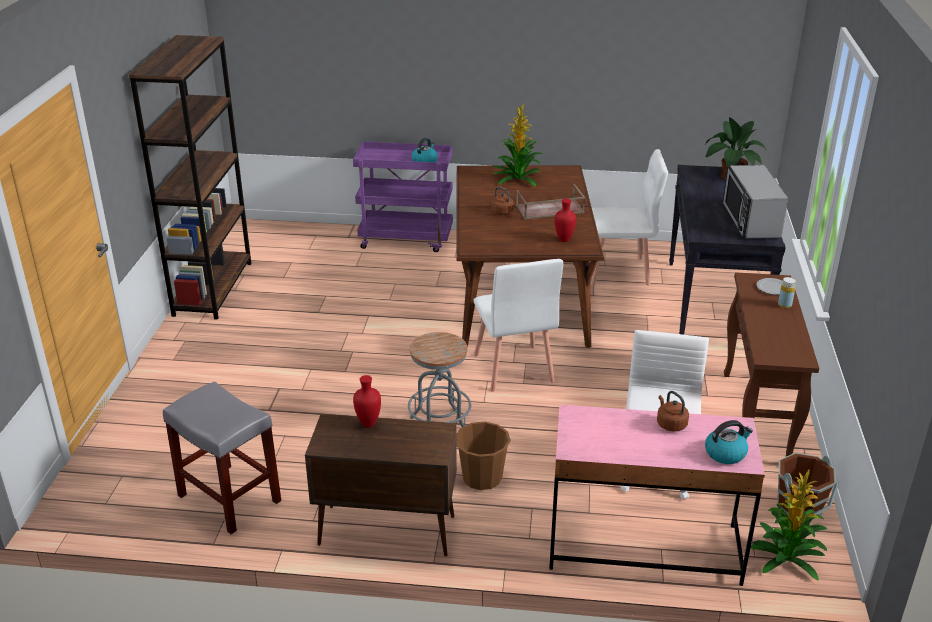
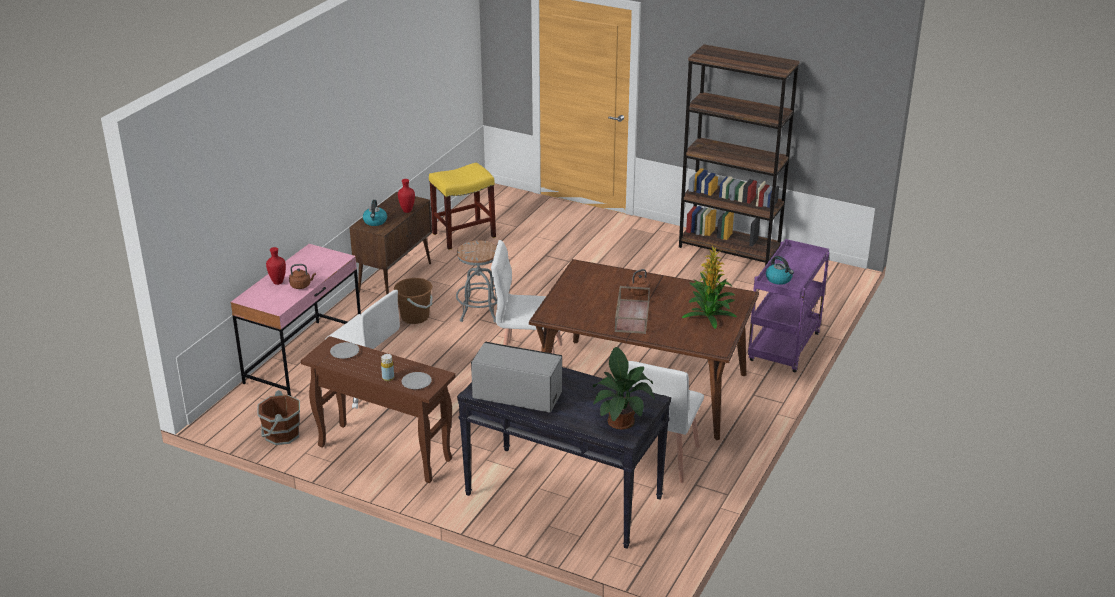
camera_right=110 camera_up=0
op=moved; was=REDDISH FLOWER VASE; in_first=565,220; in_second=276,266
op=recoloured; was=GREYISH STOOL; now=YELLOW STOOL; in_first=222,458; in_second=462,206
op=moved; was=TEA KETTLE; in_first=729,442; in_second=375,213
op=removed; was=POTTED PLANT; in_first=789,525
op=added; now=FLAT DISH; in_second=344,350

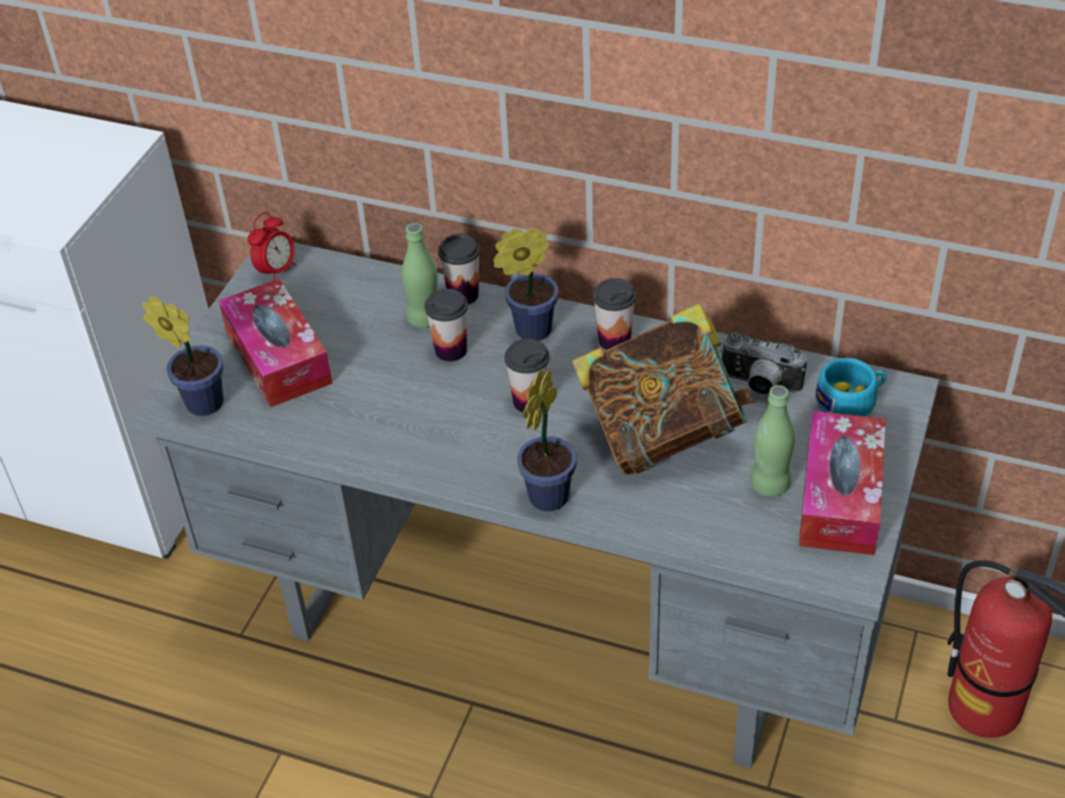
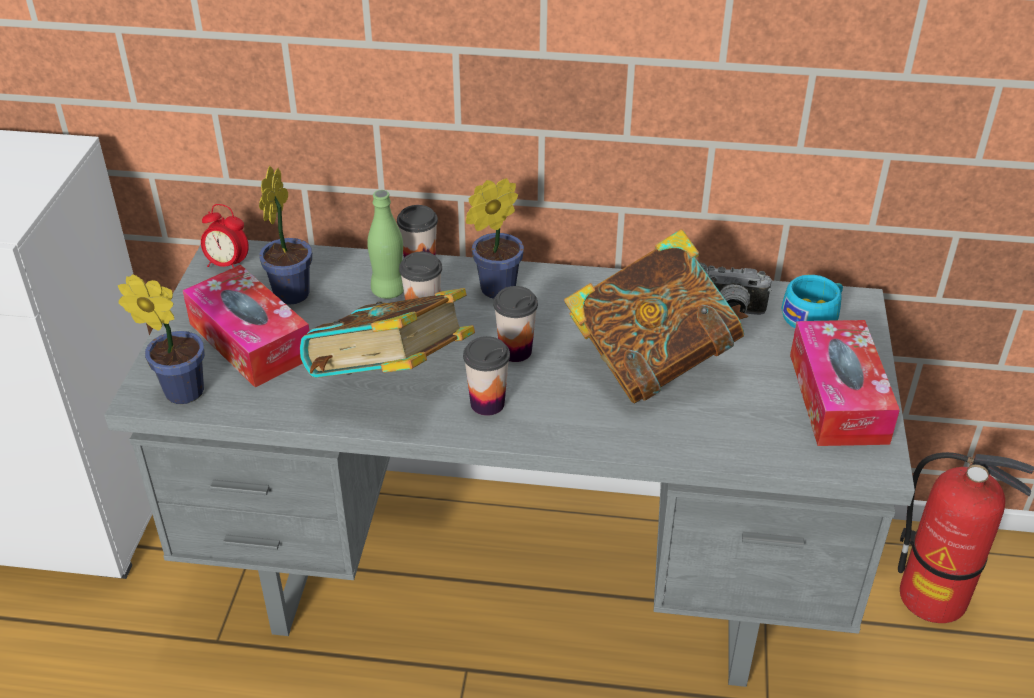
camera_right=-15 camera_up=-5
op=turned; was=BEDSIDE CLOCK; in_first=272,246; in_second=225,236; clockwise=90
op=moved; was=DRINKING CUP; in_first=614,314; in_second=486,376
op=moved; was=POTTED PLANT; in_first=547,440; in_second=285,235
op=removed; was=GREEN-COLOURED DRINK BOTTLE; in_first=772,440
op=added; now=BOOK; in_second=387,333

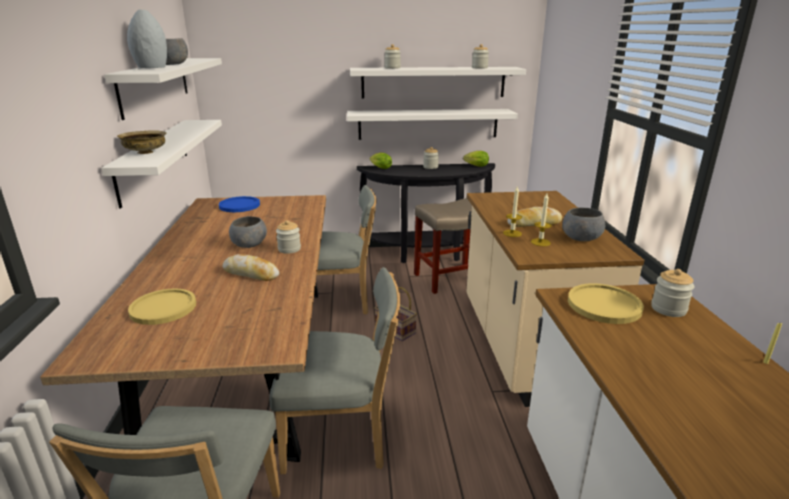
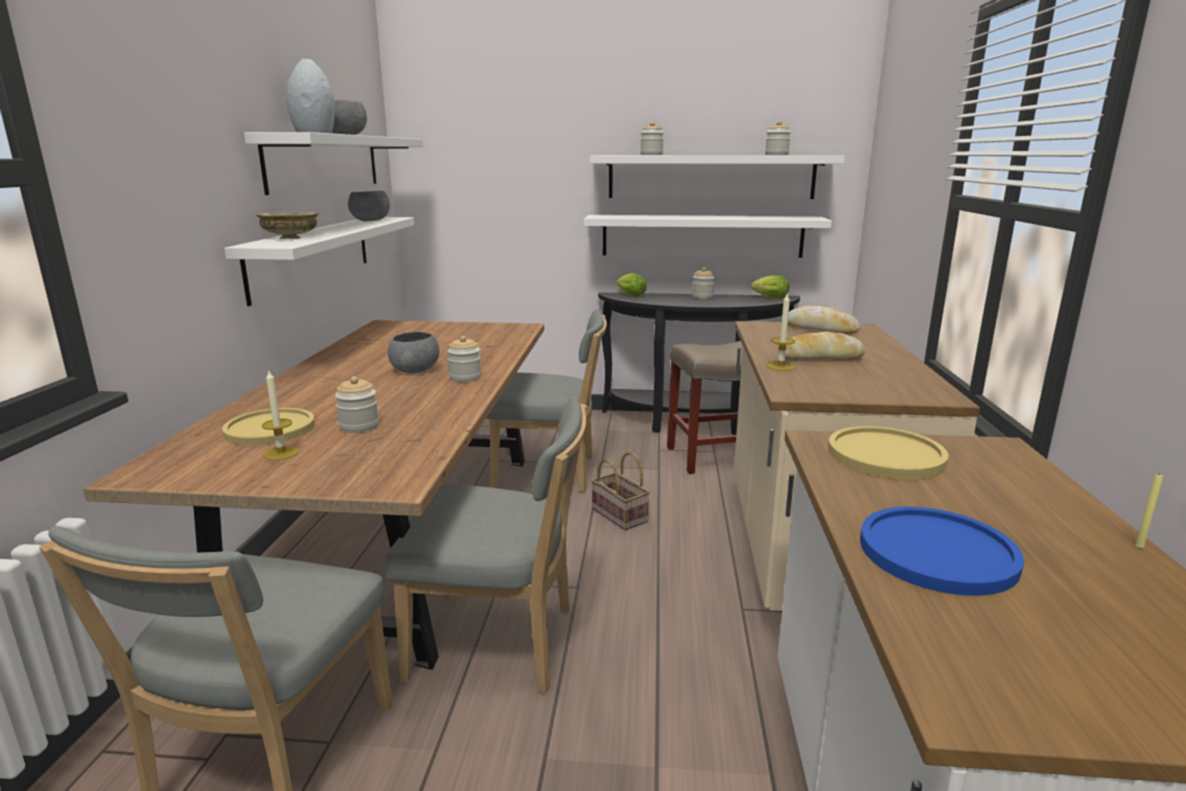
camera_right=10 camera_up=-5
op=moved; was=WAX LIGHT; in_first=541,220; in_second=280,415
op=moved; was=BLUISH FLAT DISH; in_first=239,204; in_second=942,551
op=moved; was=GREYISH DEEP DISH; in_first=583,224; in_second=369,206
op=moved; was=BAKED BREAD; in_first=251,267; in_second=824,320
op=moved; was=JAR; in_first=672,293; in_second=357,404

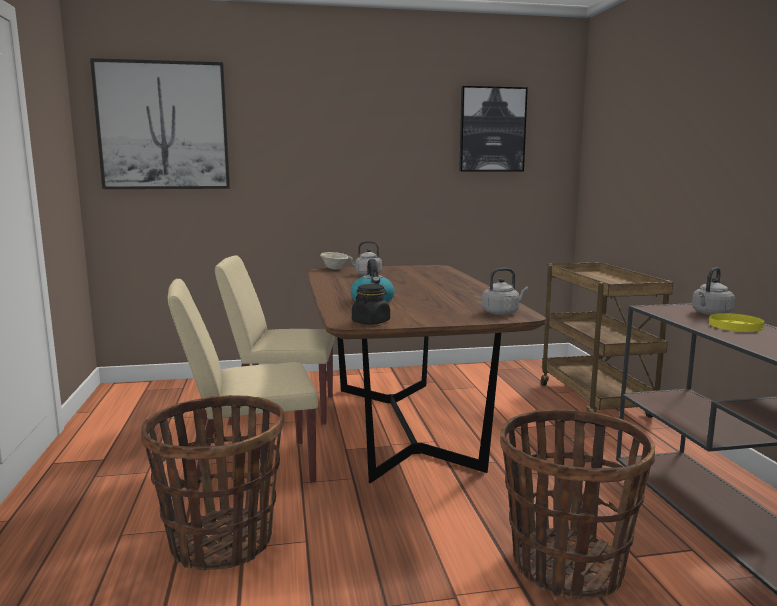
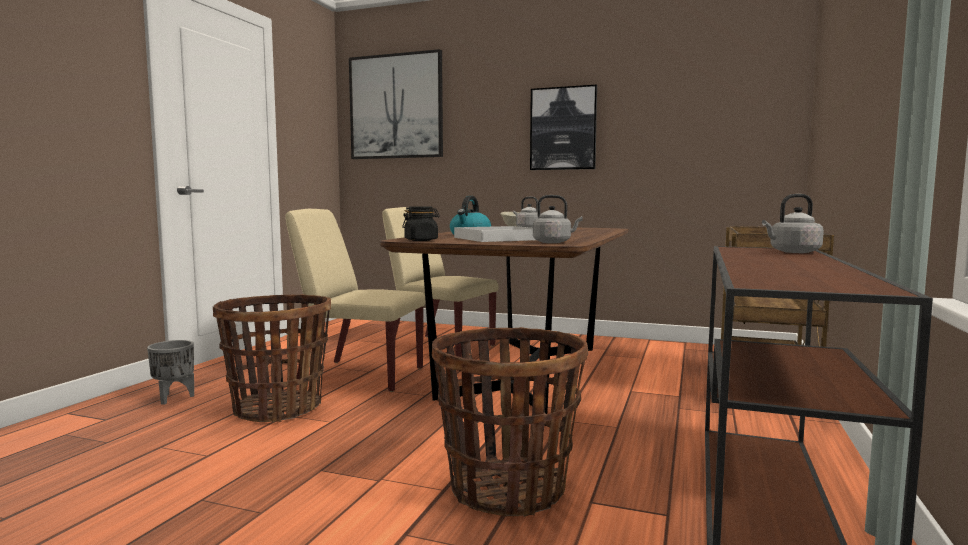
camera_right=30 camera_up=-5
op=moved; was=WALL ART; in_first=493,129; in_second=563,127
op=removed; was=YELLOW FLAT DISH; in_first=736,322
op=added; now=WHITE-COLOURED CARRYING TRAY; in_second=495,234
op=added; now=GREYISH FLOWER POT; in_second=170,372

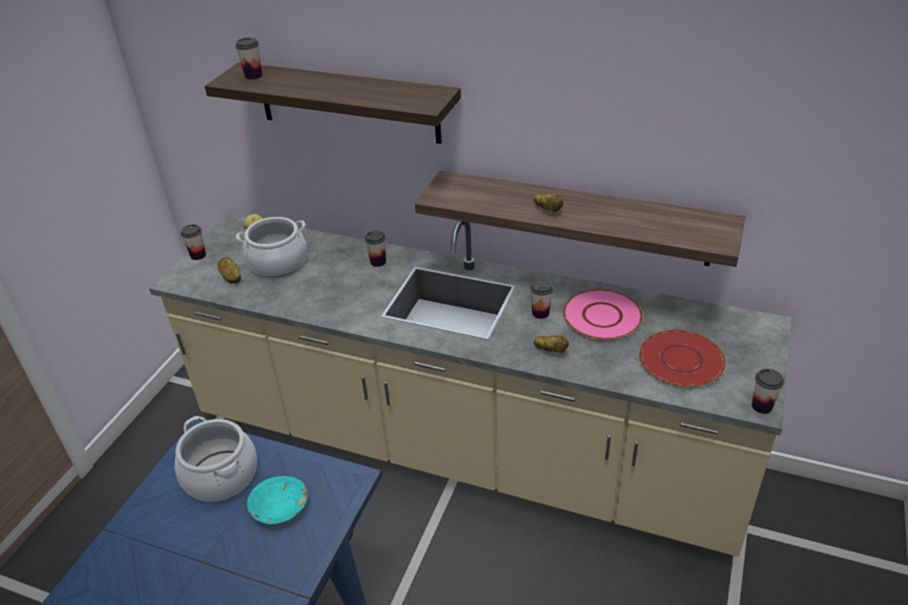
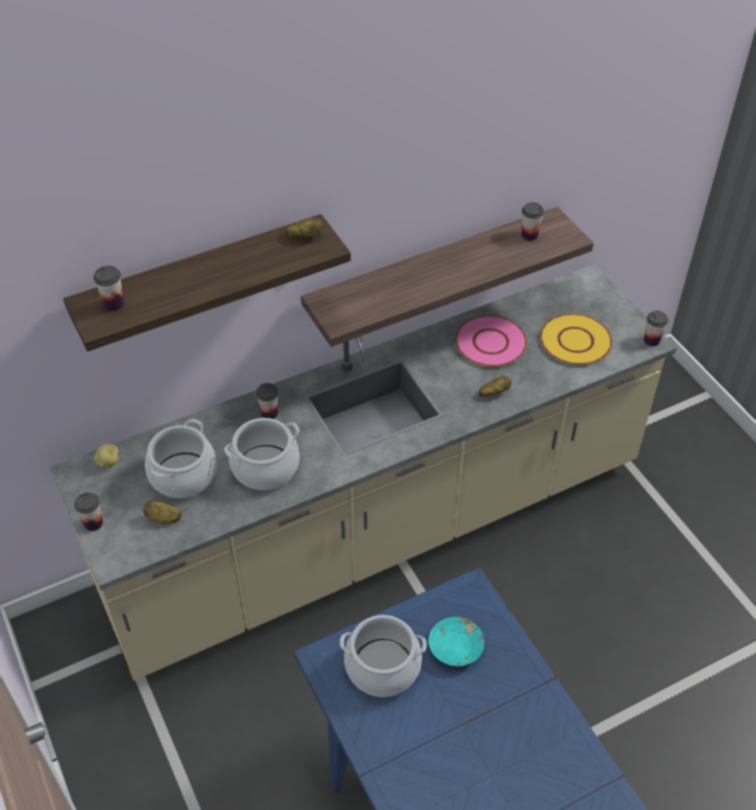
camera_right=-50 camera_up=10
op=moved; was=SPUD; in_first=548,202; in_second=304,227
op=moved; was=DRINKING CUP; in_first=541,299; in_second=533,221
op=recoloured; was=REDDISH FLAT DISH; now=YELLOW FLAT DISH; in_first=682,358; in_second=576,339
op=added; now=SAUCEPOT; in_second=262,454

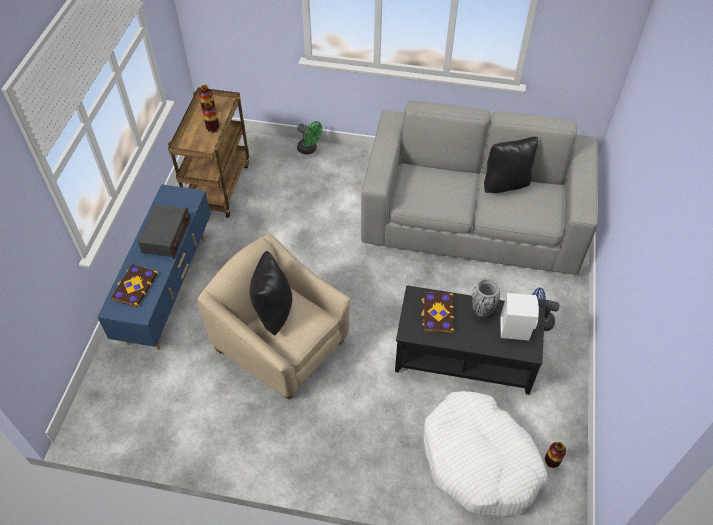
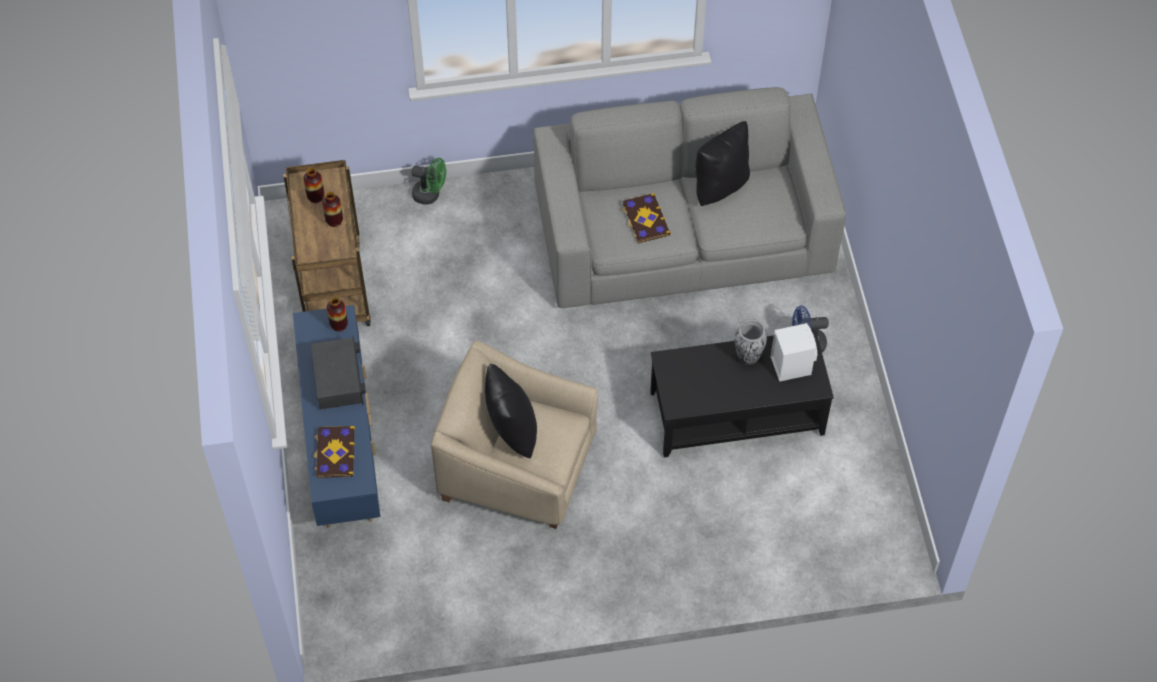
camera_right=-20 camera_up=5
op=moved; was=BOOK; in_first=437,312; in_second=646,218
op=removed; was=WHITE-COLOURED PET BED; in_first=485,453
op=moved; was=FLOWER VASE; in_first=555,455; in_second=337,314

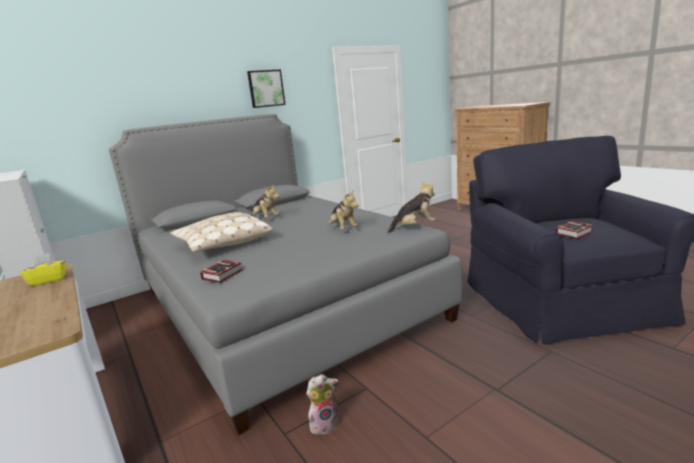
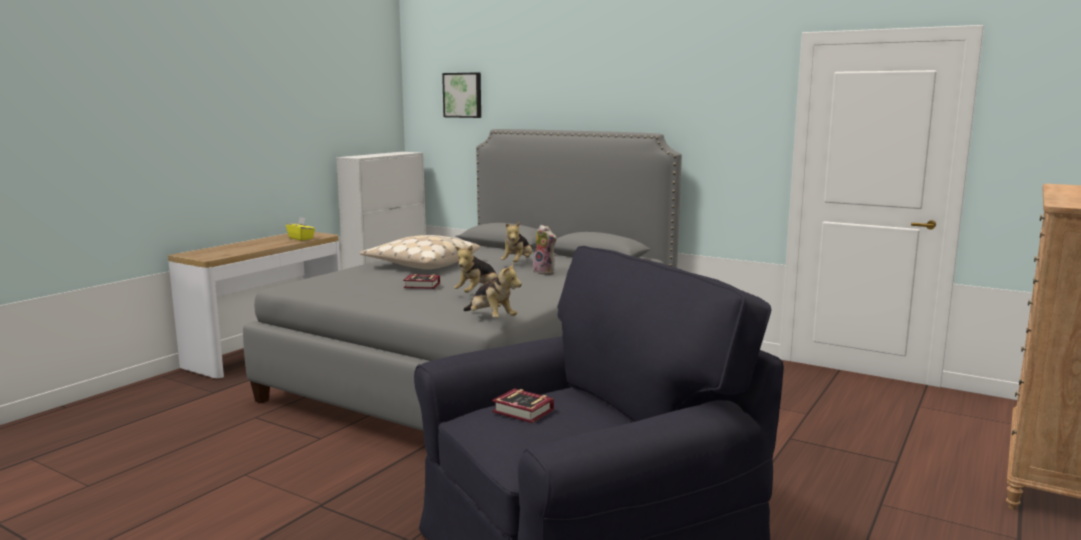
camera_right=65 camera_up=-5
op=moved; was=WALL ART; in_first=266,88; in_second=461,95
op=moved; was=BOOK; in_first=221,271; in_second=421,281
op=moved; was=CUDDLY TOY; in_first=322,405; in_second=545,250

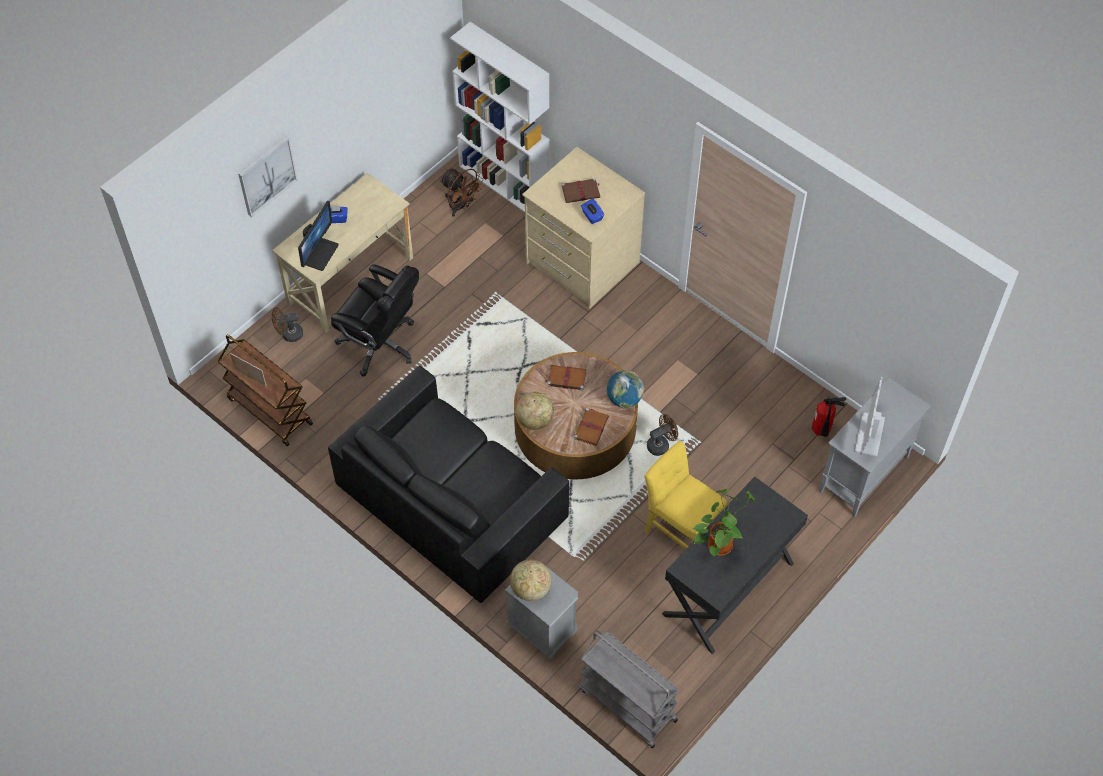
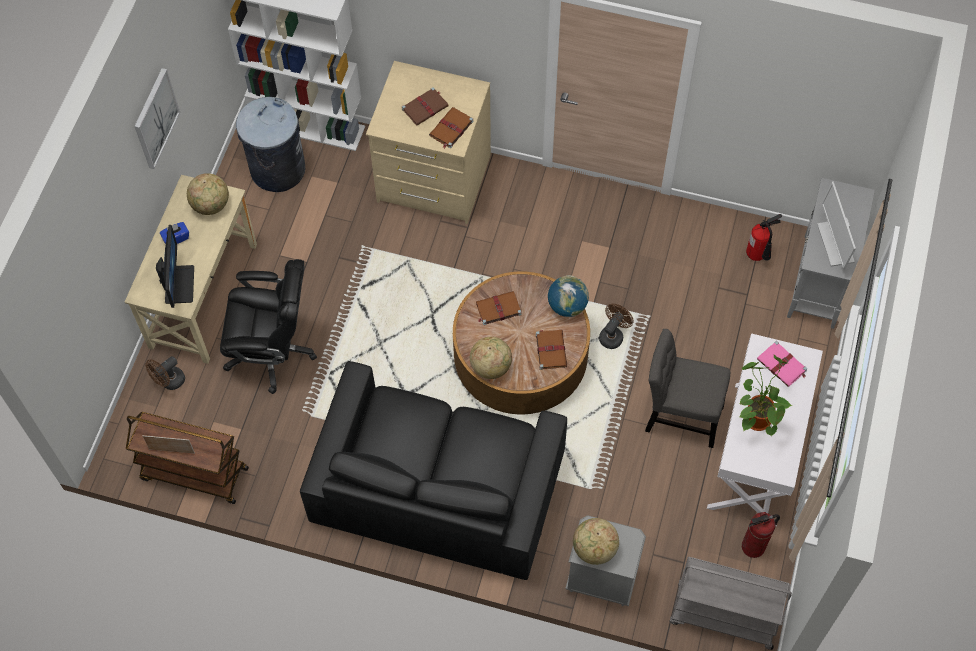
camera_right=-25 camera_up=5
op=moved; was=WALL ART; in_first=267,177; in_second=157,118
op=replaced; was=BROWNISH ELECTRIC FAN; now=GREYISH WASTE BIN; in_first=461,193; in_second=270,144
op=replaced; was=BLUISH BOX OF TISSUES; now=BROWNISH BOOK; in_first=592,211; in_second=451,128
op=recoloured; was=YELLOW UPRIGHT CHAIR; now=GREYISH UPRIGHT CHAIR; in_first=685,495; in_second=687,388
op=recoloured; was=BLACKISH DESK TABLE; now=WHITE-COLOURED DESK TABLE; in_first=735,565; in_second=765,430
op=added; now=GLOBE; in_second=208,194
op=added; now=PINK BOOK; in_second=782,364
op=added; now=FIRE-FIGHTING CYLINDER; in_second=761,535

